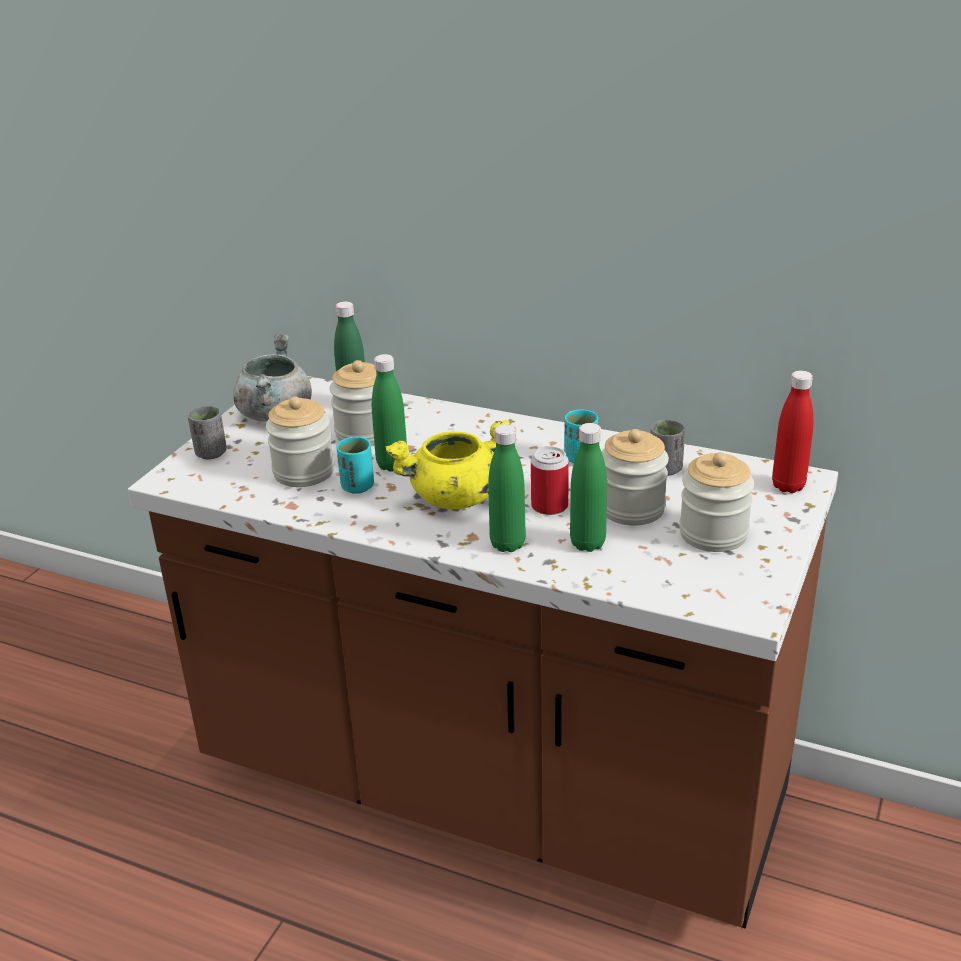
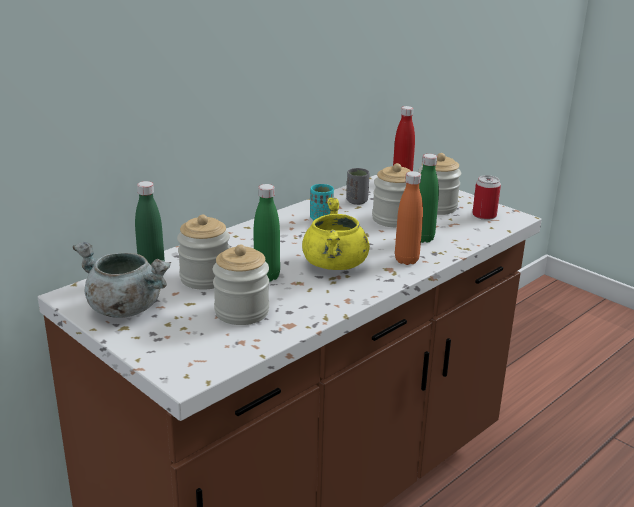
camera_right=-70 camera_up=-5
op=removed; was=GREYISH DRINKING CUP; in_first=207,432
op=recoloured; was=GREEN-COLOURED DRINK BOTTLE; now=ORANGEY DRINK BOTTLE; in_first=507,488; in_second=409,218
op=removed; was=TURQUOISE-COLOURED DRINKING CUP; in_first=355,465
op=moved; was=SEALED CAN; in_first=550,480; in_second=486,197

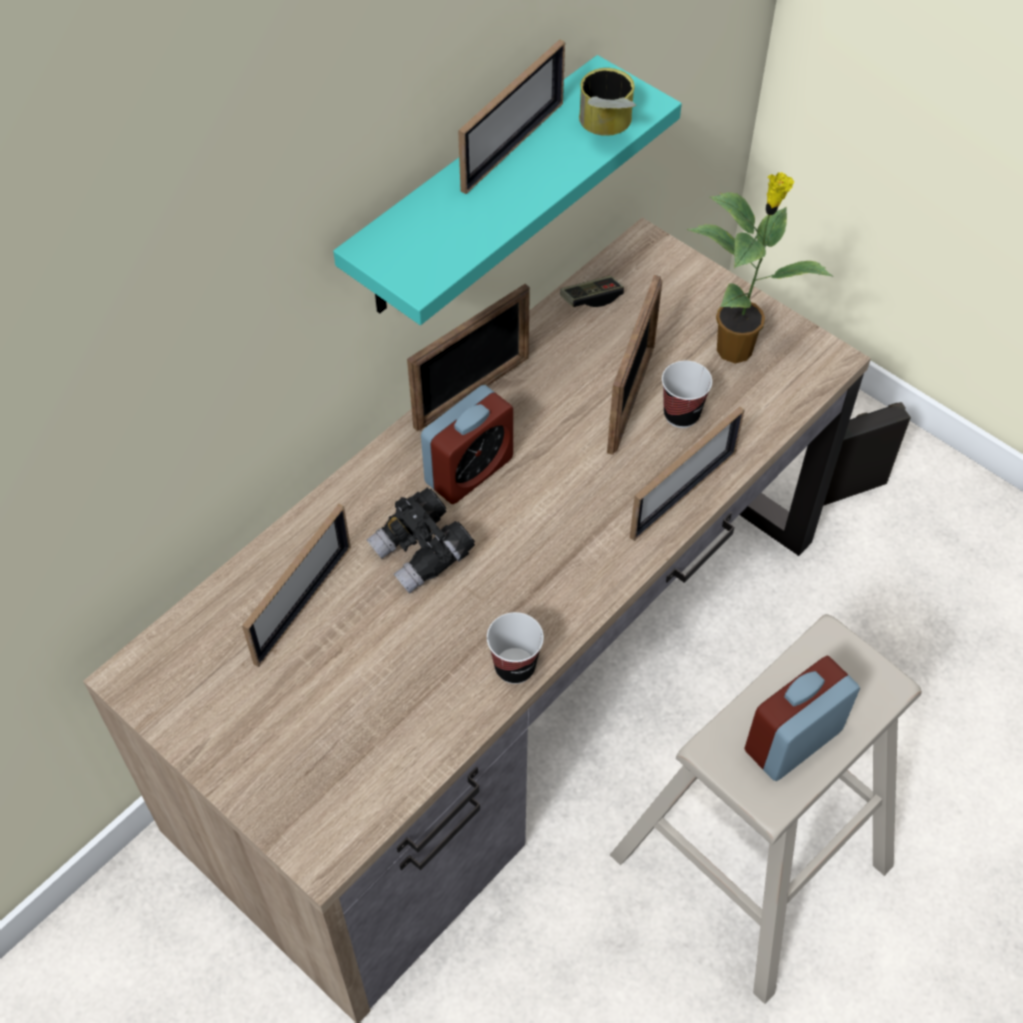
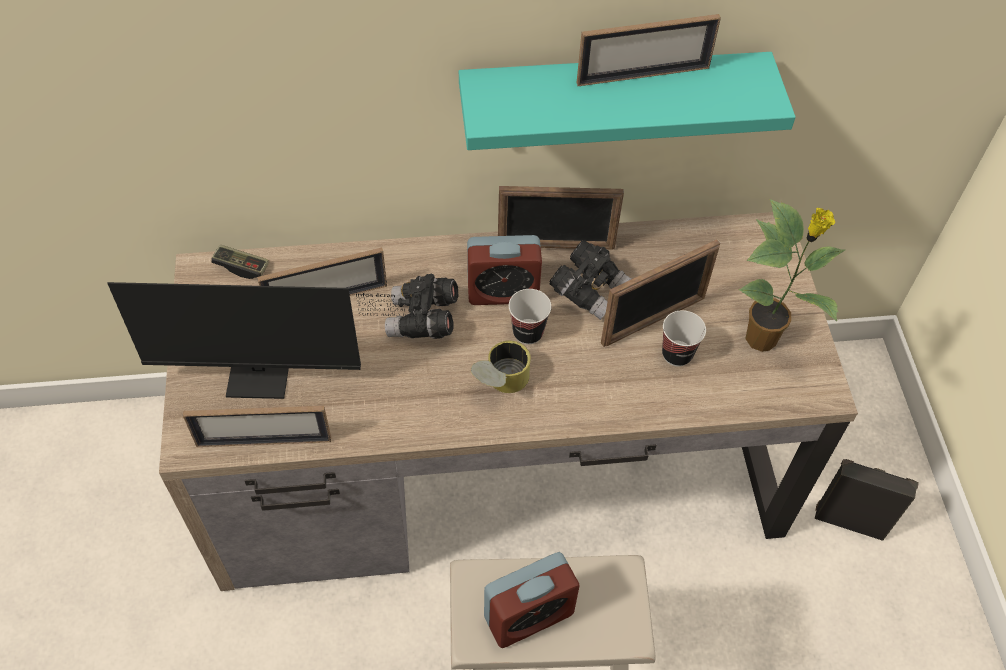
camera_right=40 camera_up=0
op=moved; was=SEALED CAN; in_first=607,102; in_second=501,367
op=moved; was=GAME CONTROLLER; in_first=592,291; in_second=240,262
op=moved; was=PICTURE FRAME; in_first=687,473; in_second=257,426
op=moved; was=DRINKING CUP; in_first=515,648; in_second=530,316
op=turned; was=BEDSIDE CLOCK; in_first=802,718; in_second=531,600; clockwise=150
op=added; now=BLACKISH FIELD GLASSES; in_second=590,280
op=added; now=COMPUTER SCREEN; in_second=267,340

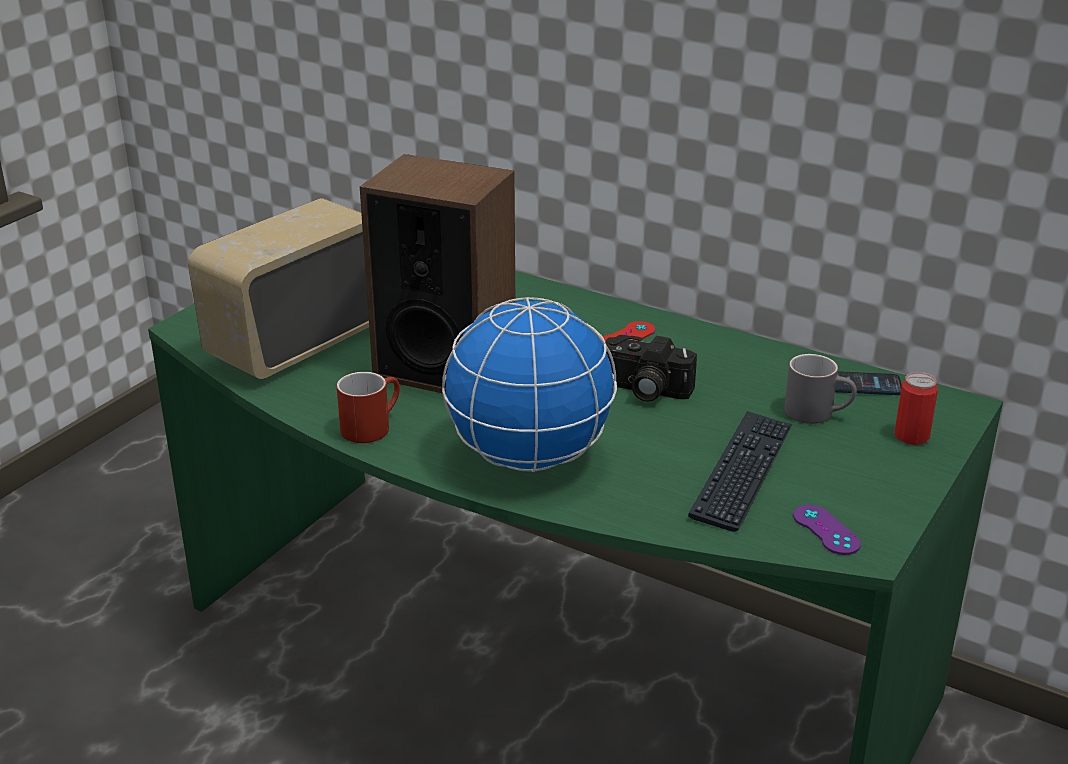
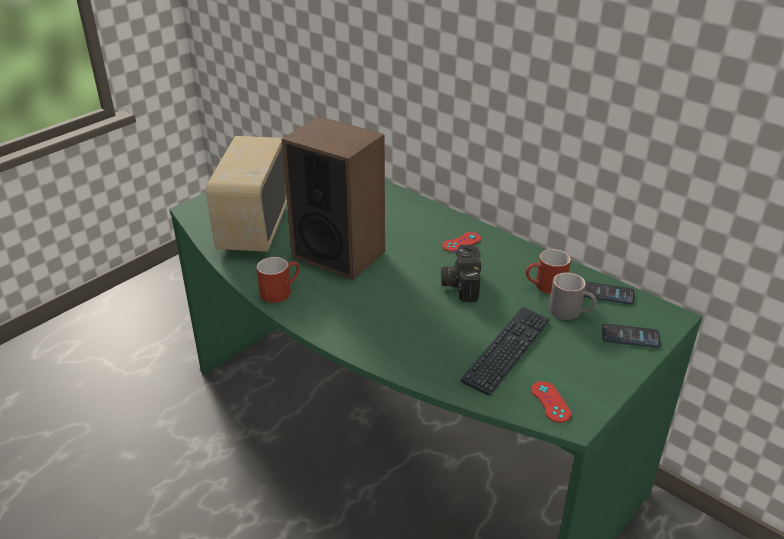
camera_right=10 camera_up=5
op=turned; was=RADIO RECEIVER; in_first=278,288; in_second=246,194; clockwise=-45
op=removed; was=GLOBE; in_first=529,384
op=turned; was=PHOTO CAMERA; in_first=651,368; in_second=461,273; clockwise=60
op=replaced; was=SEALED CAN; now=PHONE; in_first=916,408; in_second=631,336
op=recoloured; was=PURPLE-COLOURED GAME CONTROLLER; now=REDDISH GAME CONTROLLER; in_first=827,530; in_second=551,402
op=added; now=REDDISH COFFEE MUG; in_second=548,271

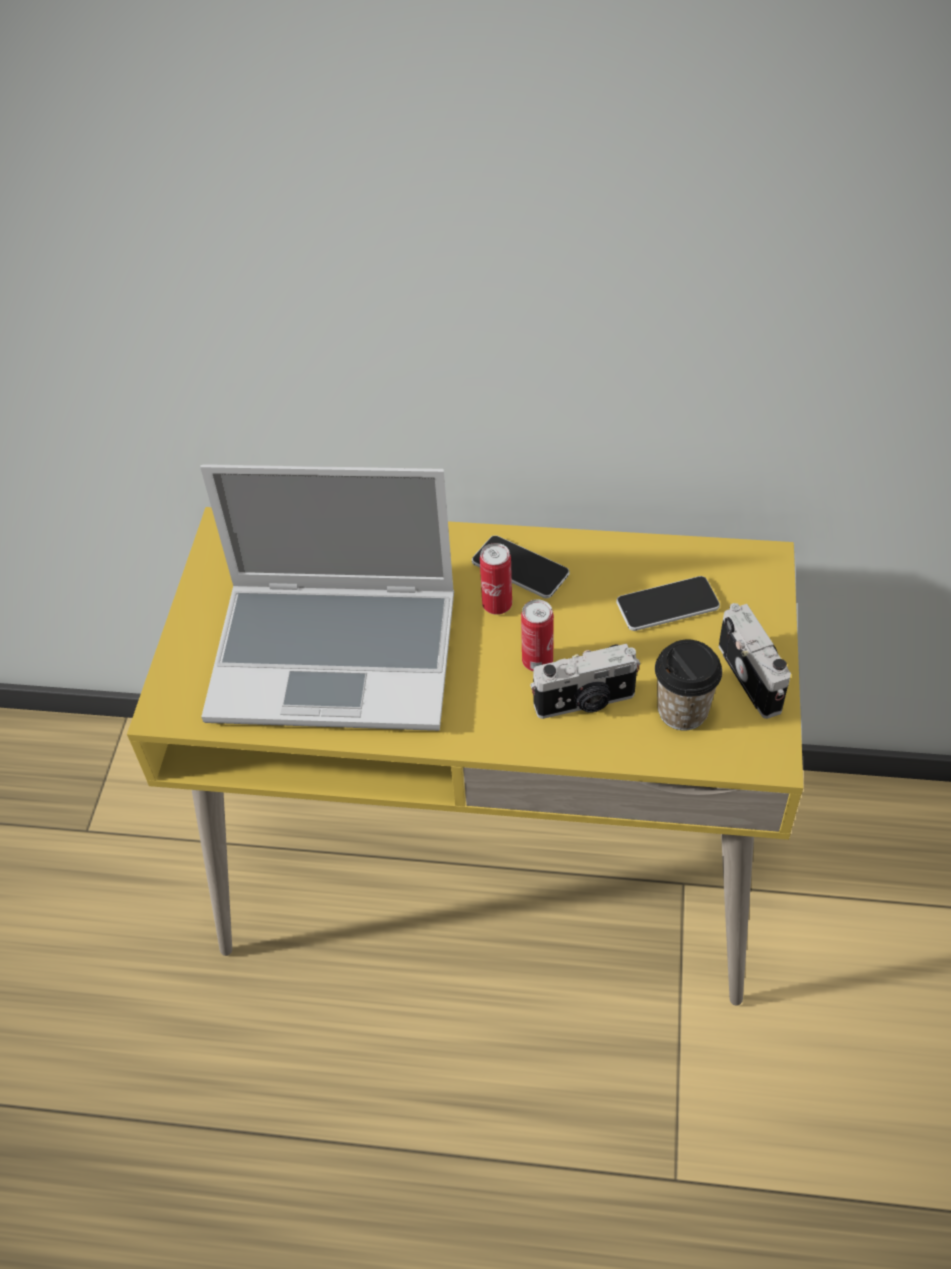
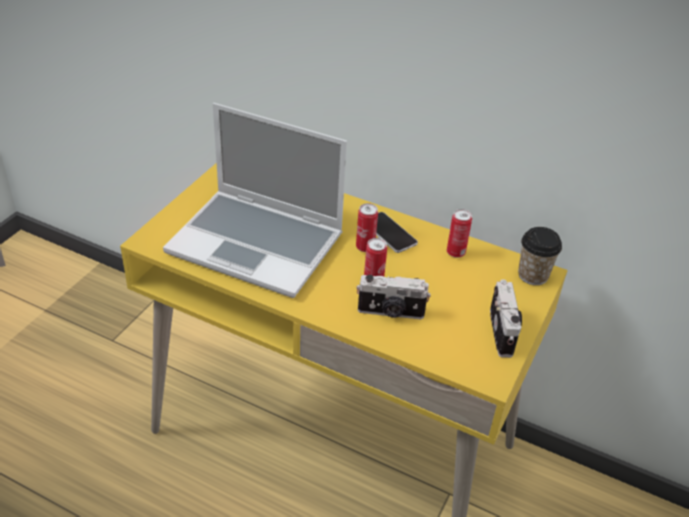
camera_right=15 camera_up=-10
op=removed; was=PHONE; in_first=668,603
op=moved; was=DRINKING CUP; in_first=688,685; in_second=540,256
op=added; now=SEALED CAN; in_second=459,233

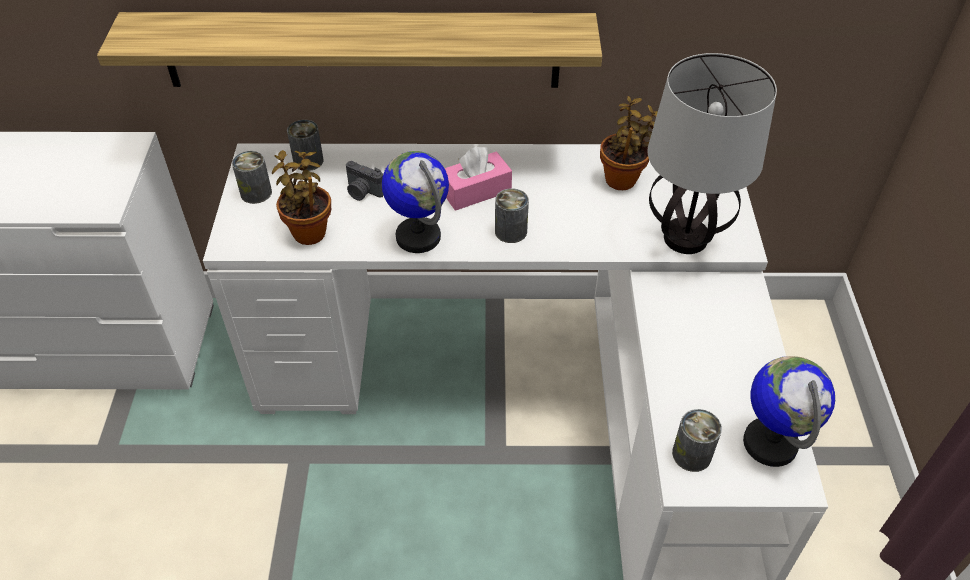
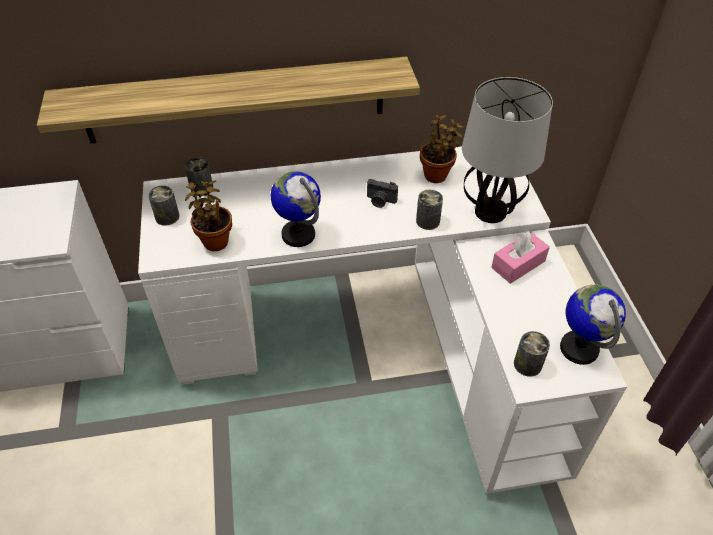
camera_right=-10 camera_up=0
op=moved; was=PINK BOX OF TISSUES; in_first=478,178; in_second=520,257
op=moved; was=PHOTO CAMERA; in_first=365,181; in_second=382,193
op=moved; was=SEALED CAN; in_first=512,215; in_second=429,210

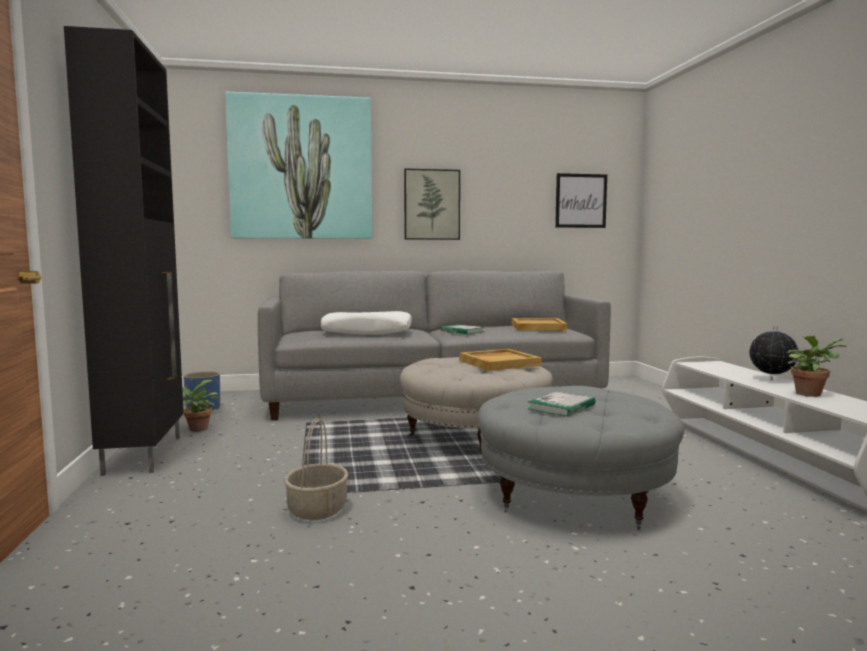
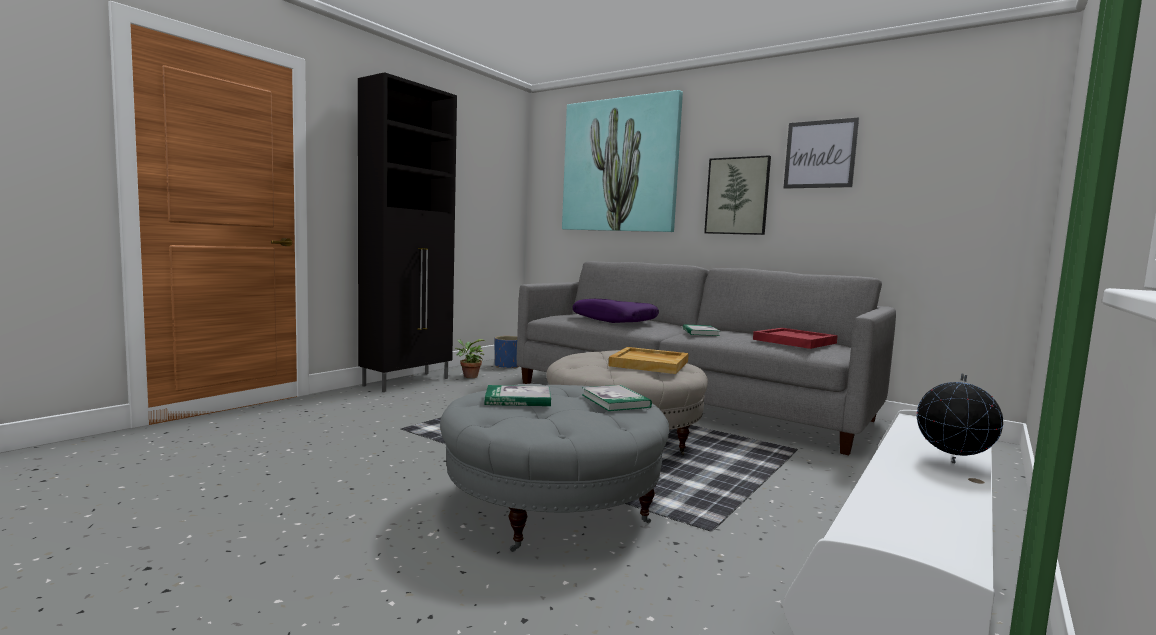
camera_right=45 camera_up=0
op=moved; was=WALL ART; in_first=581,200; in_second=821,153
op=recoloured; was=WHITE-COLOURED THROW PILLOW; now=PURPLE-COLOURED THROW PILLOW; in_first=366,323; in_second=615,311
op=recoloured; was=SAND-COLOURED CARRYING TRAY; now=REDDISH CARRYING TRAY; in_first=539,324; in_second=795,338
op=removed; was=POTTED PLANT; in_first=816,366
op=removed; was=HOUSEHOLD BASKET; in_first=316,469
op=added; now=BOOK; in_second=617,398

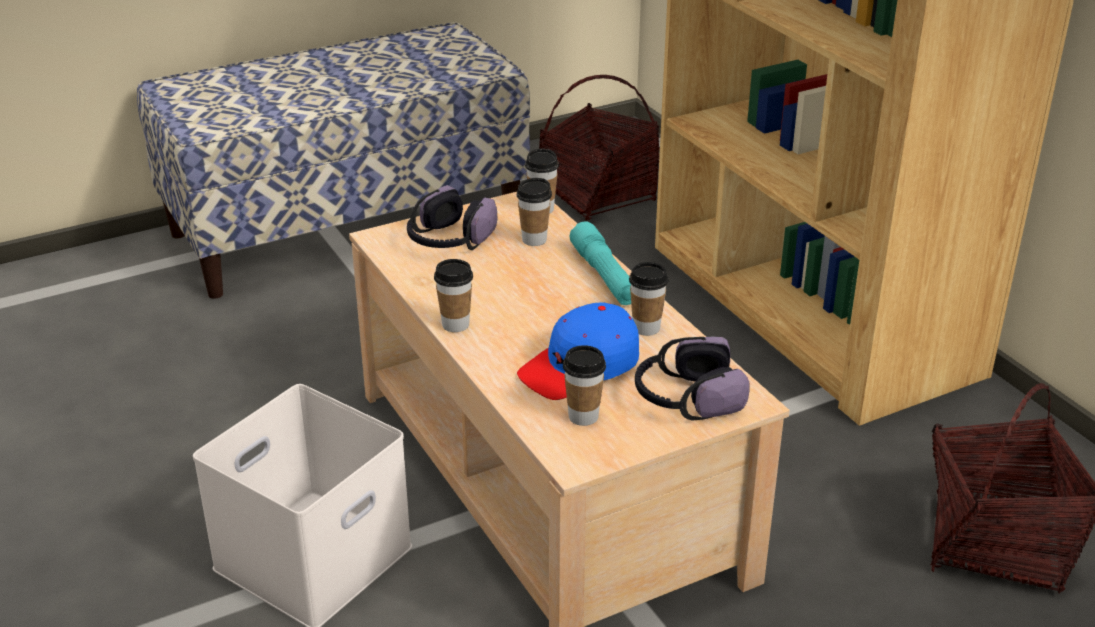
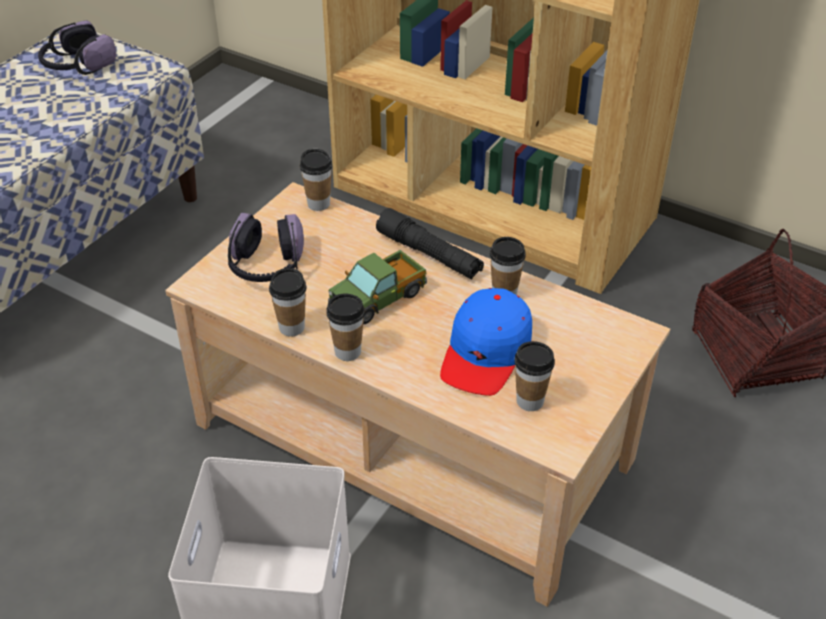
camera_right=-30 camera_up=10
op=removed; was=HOUSEHOLD BASKET; in_first=599,148
op=moved; was=DRINKING CUP; in_first=534,212; in_second=288,302
op=recoloured; was=TURQUOISE-COLOURED FLASHLIGHT; now=BLACKISH FLASHLIGHT; in_first=600,263; in_second=430,243
op=moved; was=PAIR OF HEADPHONES; in_first=692,379; in_second=77,47
op=added; now=TOY TRUCK; in_second=377,287

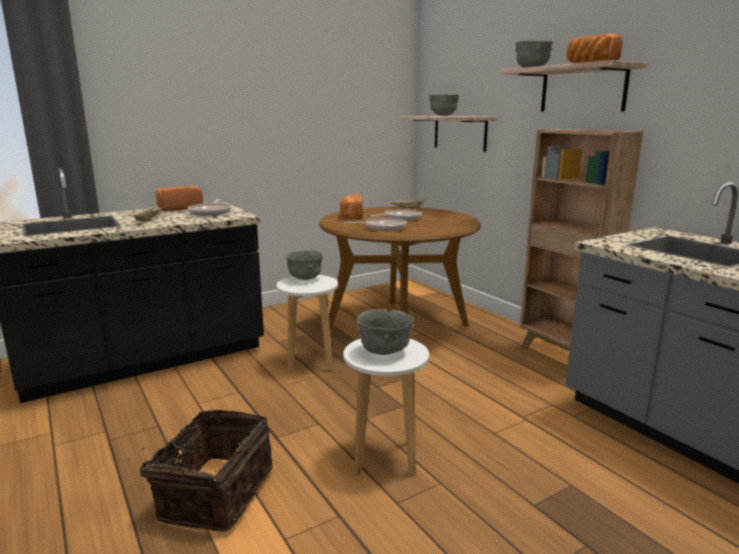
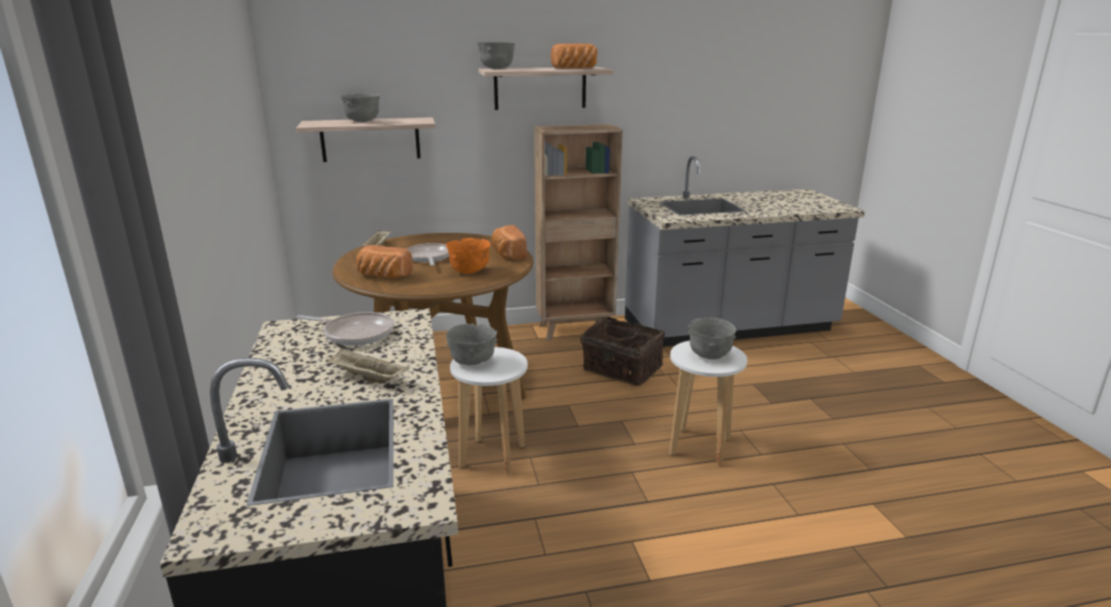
camera_right=-70 camera_up=5
op=moved; was=BAKED BREAD; in_first=179,198; in_second=509,242
op=replaced; was=FRYING PAN; now=ORANGEY DEEP DISH; in_first=375,224; in_second=468,256
op=moved; was=HOUSEHOLD BASKET; in_first=200,471; in_second=623,351

